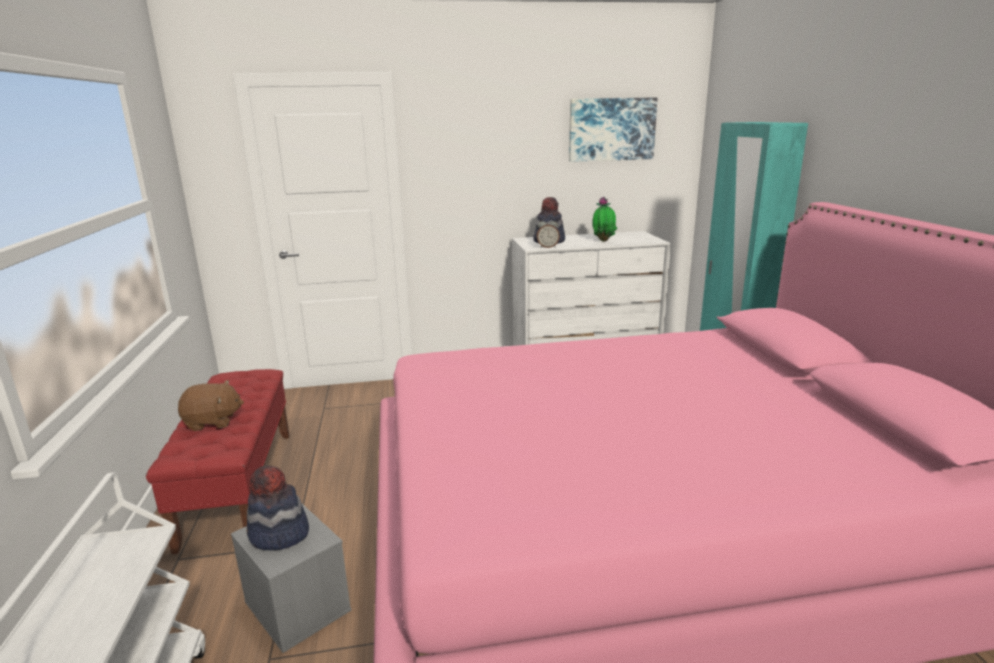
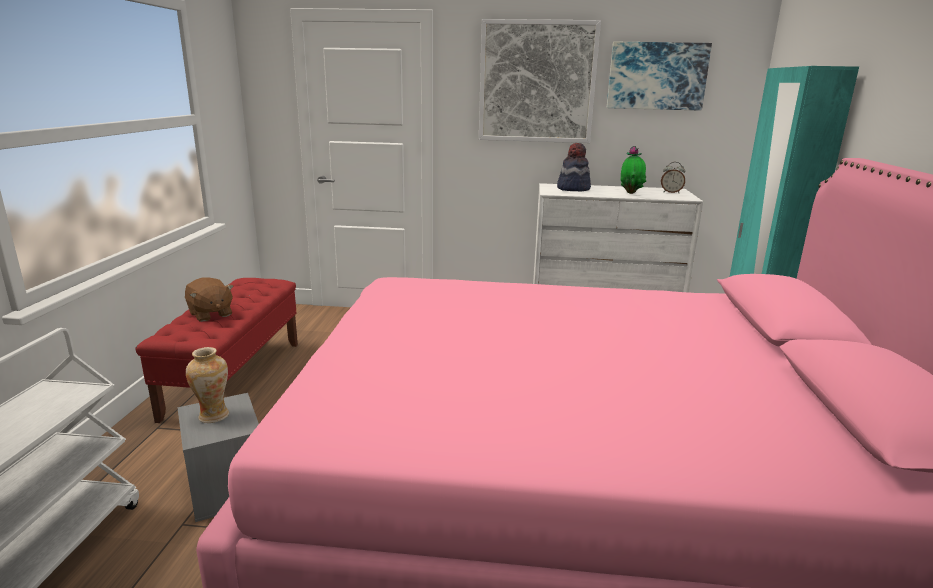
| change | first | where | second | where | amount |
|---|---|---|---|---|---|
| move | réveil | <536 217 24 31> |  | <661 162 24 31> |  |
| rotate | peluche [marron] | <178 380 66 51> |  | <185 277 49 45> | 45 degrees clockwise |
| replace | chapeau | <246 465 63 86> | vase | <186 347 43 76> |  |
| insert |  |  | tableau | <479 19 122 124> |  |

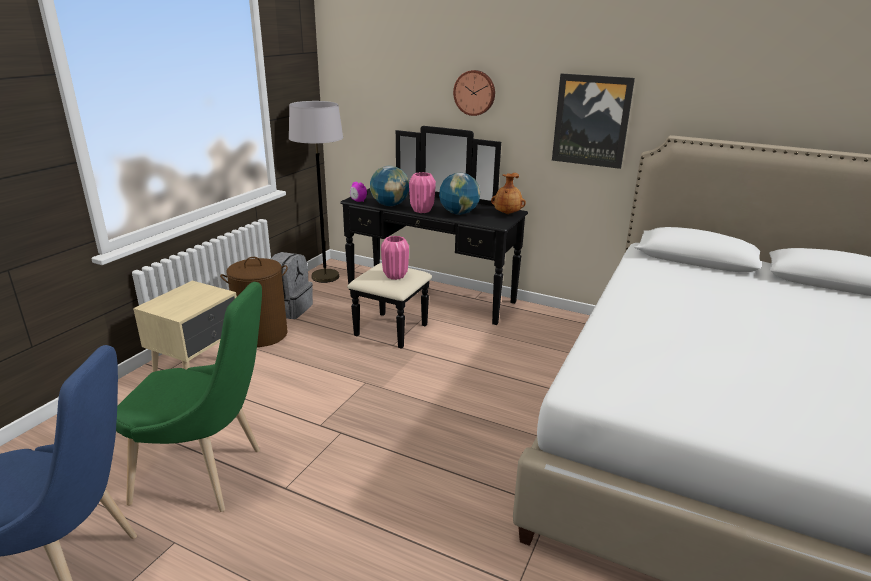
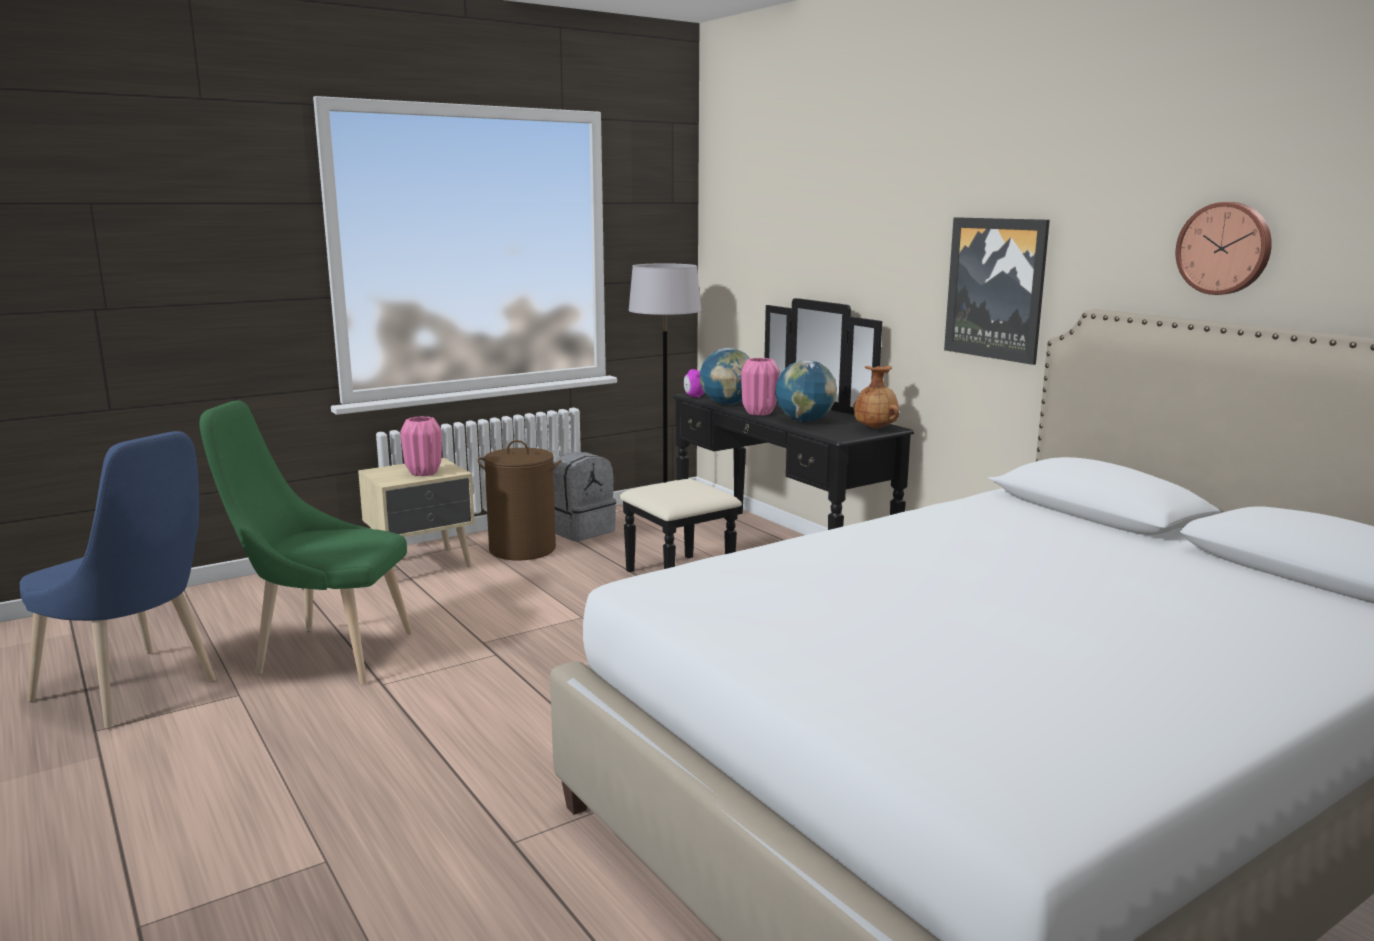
| change | first | where | second | where | amount |
|---|---|---|---|---|---|
| move | horloge murale | <453 70 42 46> |  | <1176 202 96 93> |  |
| move | vase [rose] | <381 236 28 44> |  | <400 416 42 60> |  |
| rotate | chaise [vert] | <116 282 146 230> |  | <199 400 213 284> | 150 degrees clockwise |

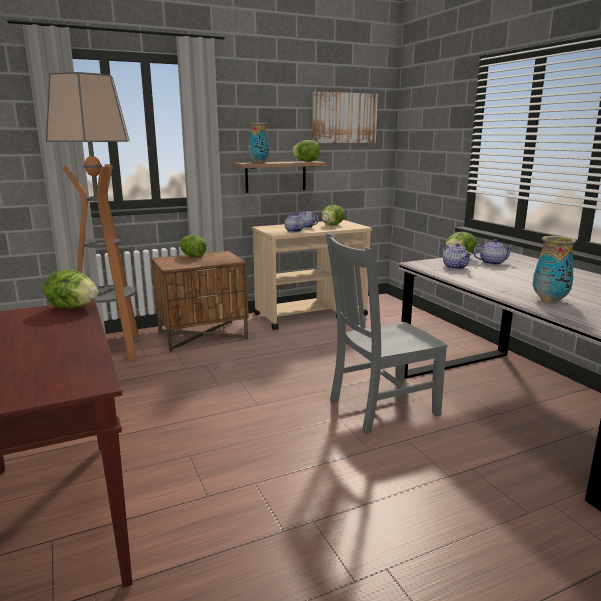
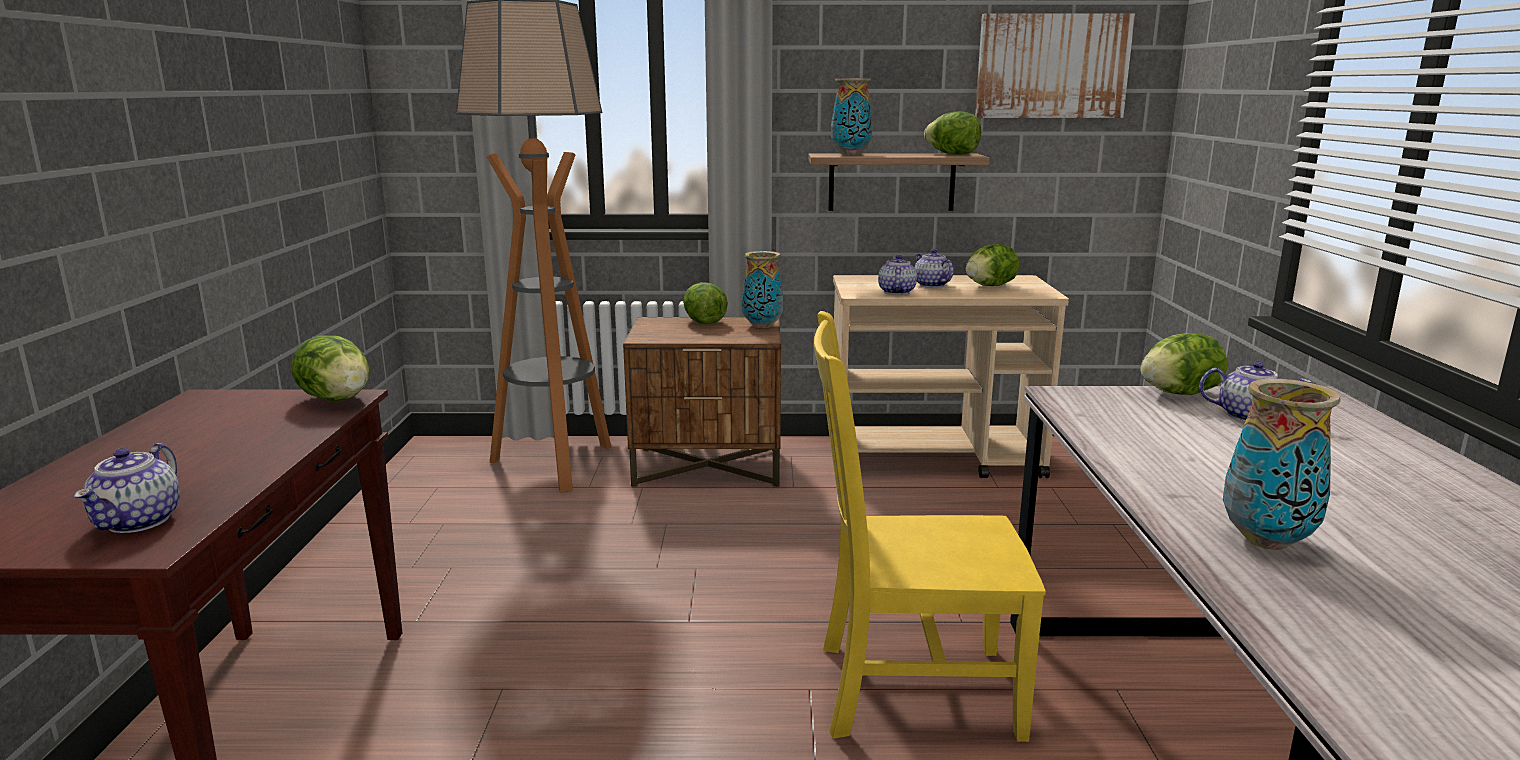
| change | first | where | second | where | amount |
|---|---|---|---|---|---|
| recolor | chaise [gris] | <326 233 122 201> | chaise [jaune] | <814 311 232 431> |  |
| move | théière | <442 243 30 26> |  | <74 443 106 90> |  |
| insert |  |  | vase | <742 251 41 77> |  |

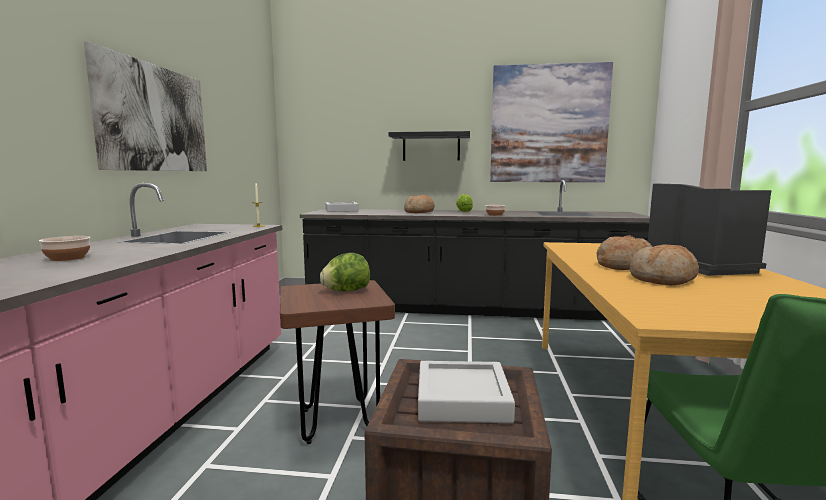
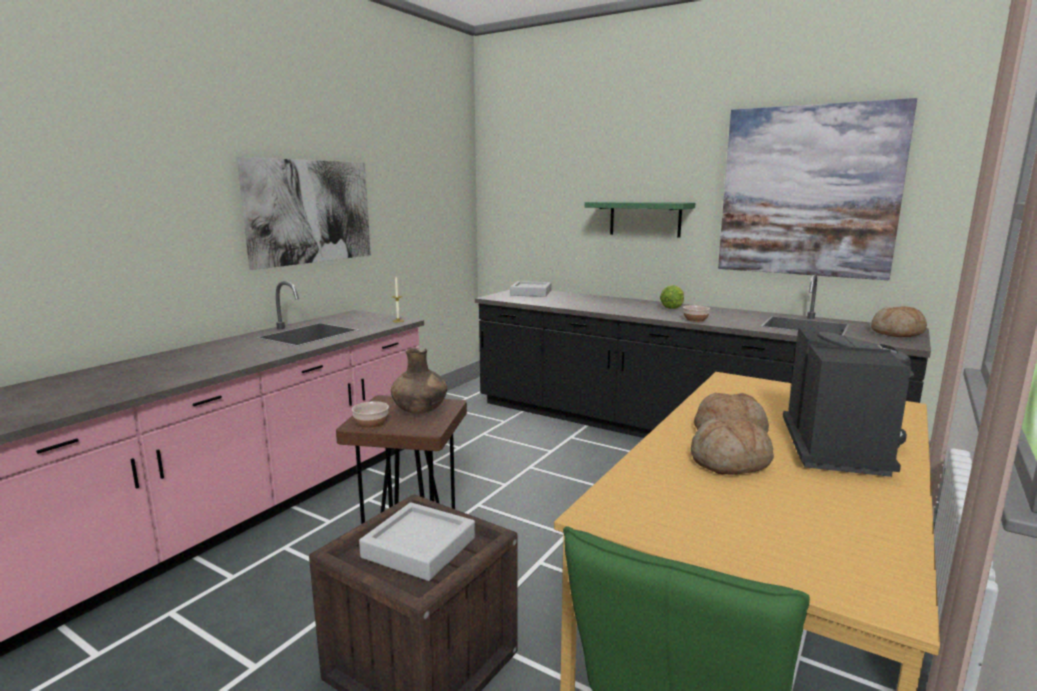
| change | first | where | second | where | amount |
|---|---|---|---|---|---|
| recolor | étagère [noir] | <389 131 81 30> | étagère [vert] | <585 201 110 37> |  |
| move | pain | <404 195 31 18> |  | <871 306 56 31> |  |
| move | bol | <39 236 51 25> |  | <352 401 37 28> |  |
| replace | laitue | <320 253 50 38> | vase [marron] | <391 348 56 66> |  |

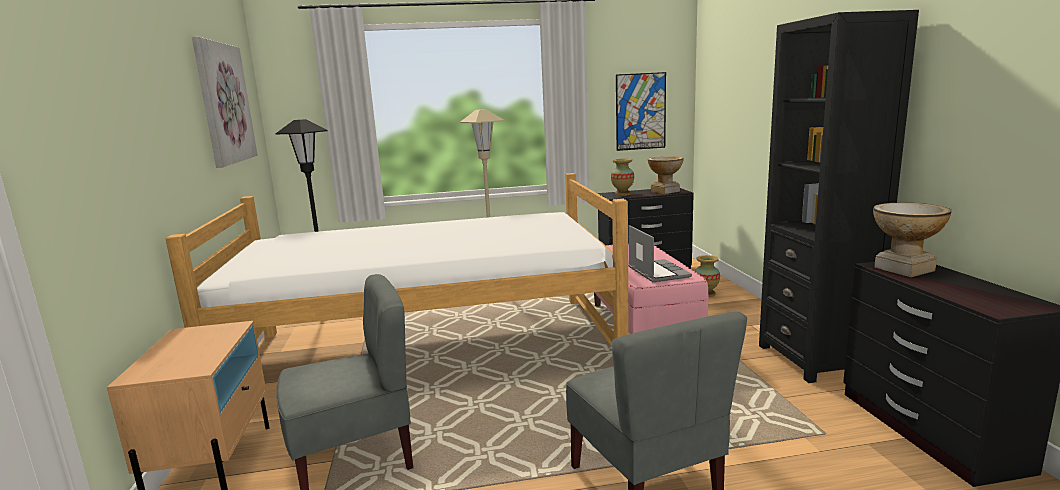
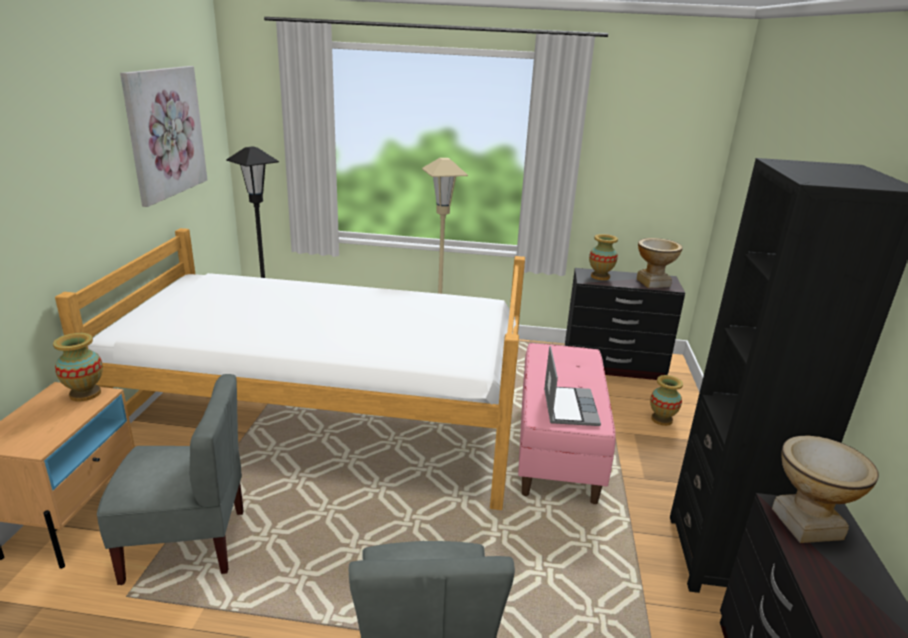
| change | first | where | second | where | amount |
|---|---|---|---|---|---|
| delete | tableau | <616 72 50 79> |  |  |  |
| insert |  |  | vase | <53 333 50 69> |  |

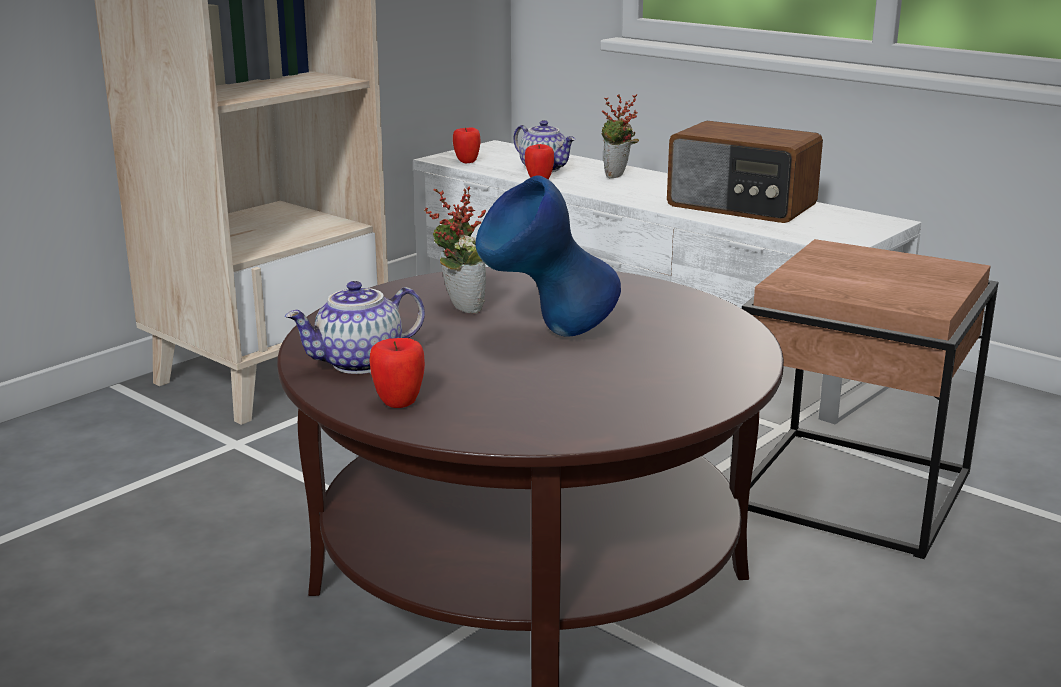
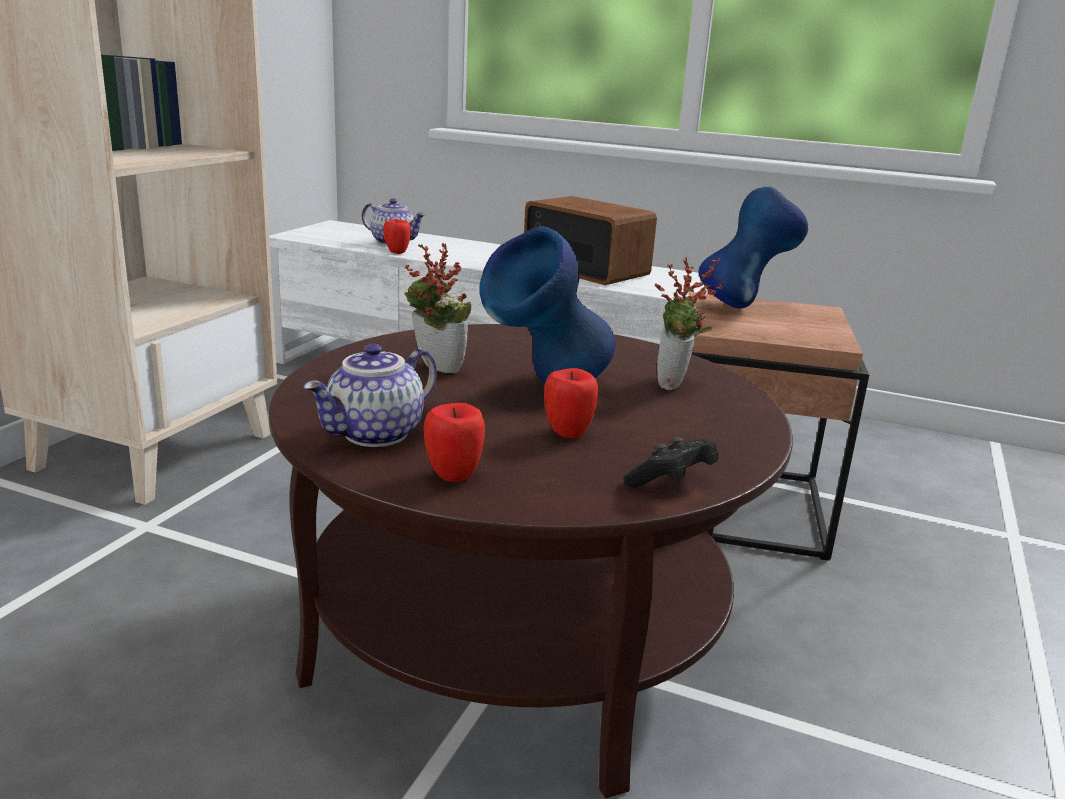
| change | first | where | second | where | amount |
|---|---|---|---|---|---|
| move | plante en pot | <601 94 38 84> |  | <655 257 68 133> |  |
| rotate | radio | <667 121 156 102> |  | <524 196 133 89> | 150 degrees counterclockwise |
| move | pomme | <453 128 27 35> |  | <544 368 54 70> |  |
| insert |  |  | vase [bleu] | <698 187 110 121> |  |
| insert |  |  | manette [noir] | <623 437 96 51> |  |

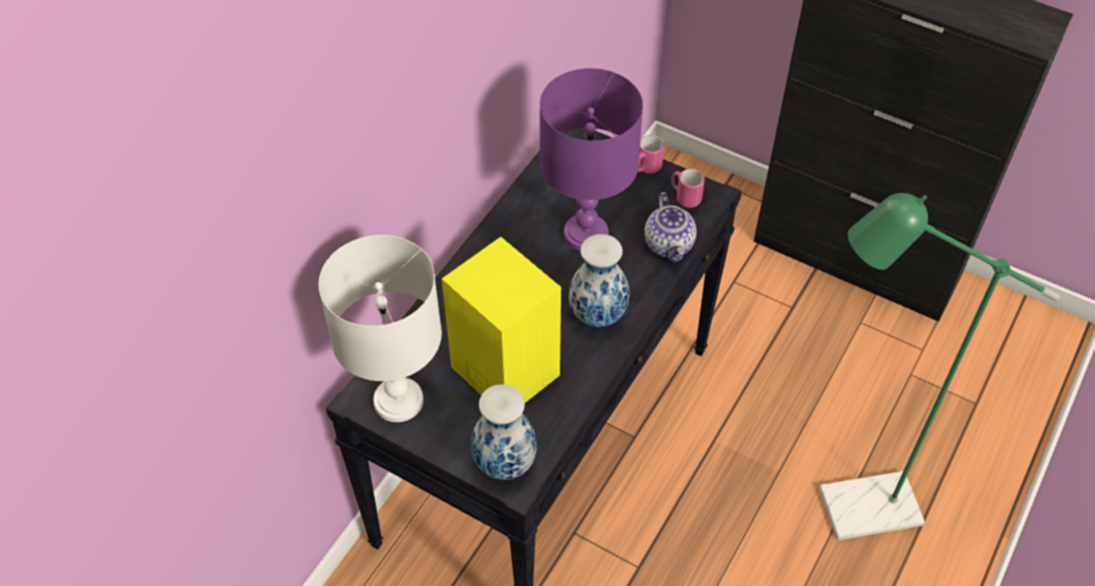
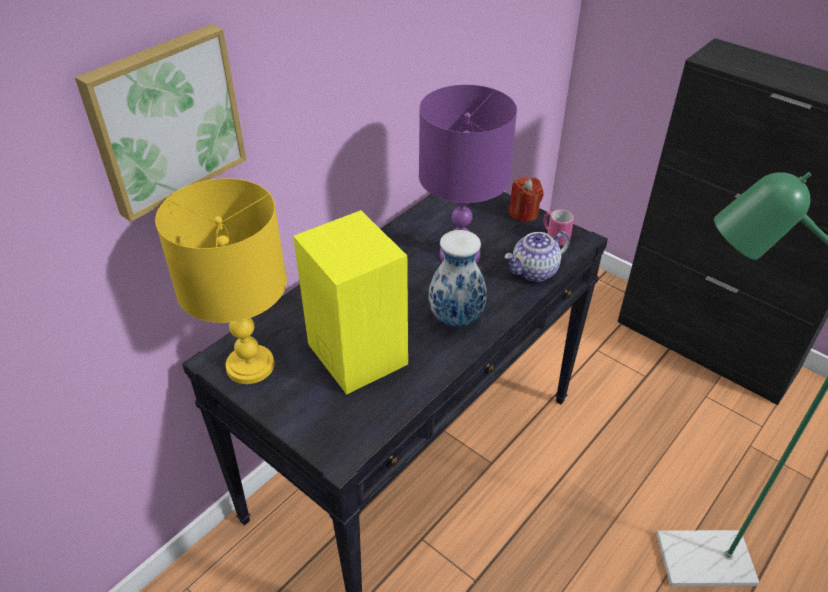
| change | first | where | second | where | amount |
|---|---|---|---|---|---|
| replace | mug [rose] | <638 135 26 39> | bougie [rouge] | <509 176 35 46> |  |
| rotate | théière | <644 192 53 70> |  | <504 231 66 51> | 60 degrees clockwise |
| recolor | lampe de table [blanc] | <318 235 124 187> | lampe de table [jaune] | <155 178 132 206> |  |
| delete | vase | <471 384 66 96> |  |  |  |
| insert |  |  | tableau | <75 24 171 198> |  |

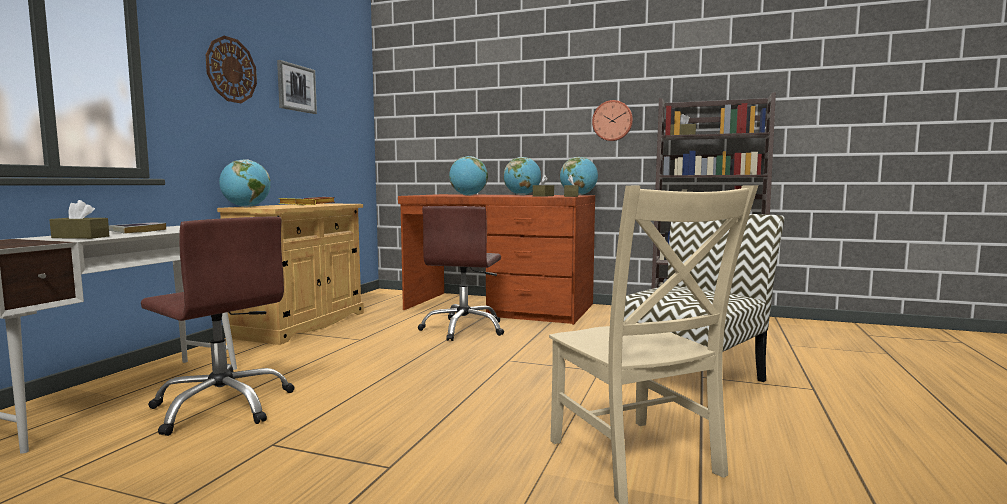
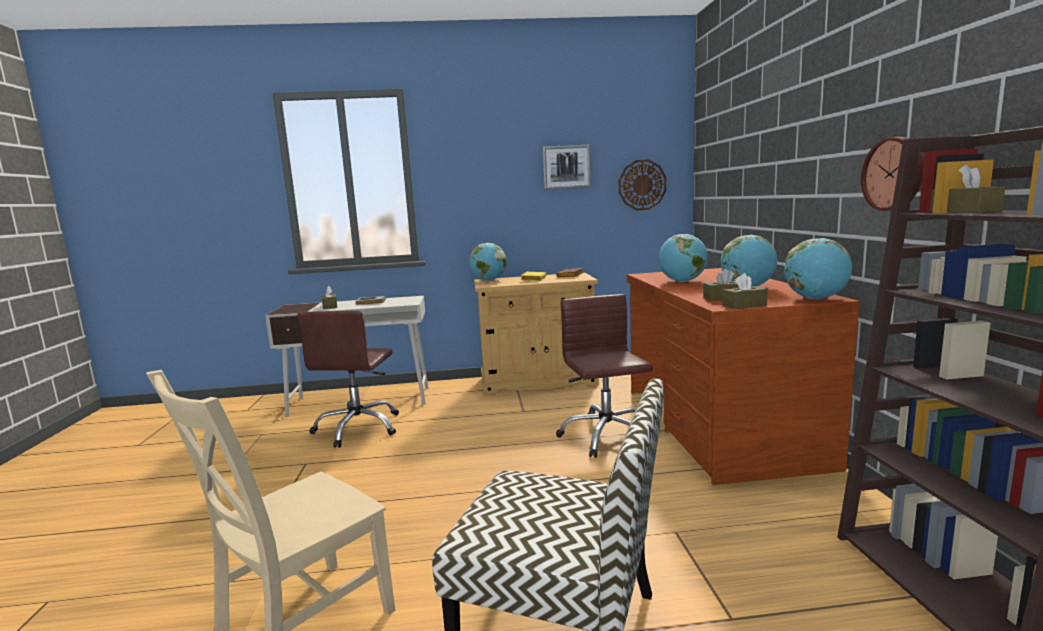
| change | first | where | second | where | amount |
|---|---|---|---|---|---|
| move | horloge murale | <206 36 51 67> |  | <619 160 48 50> |  |
| rotate | chaise de bureau [marron] | <418 206 86 135> |  | <556 294 97 164> | 90 degrees clockwise |

